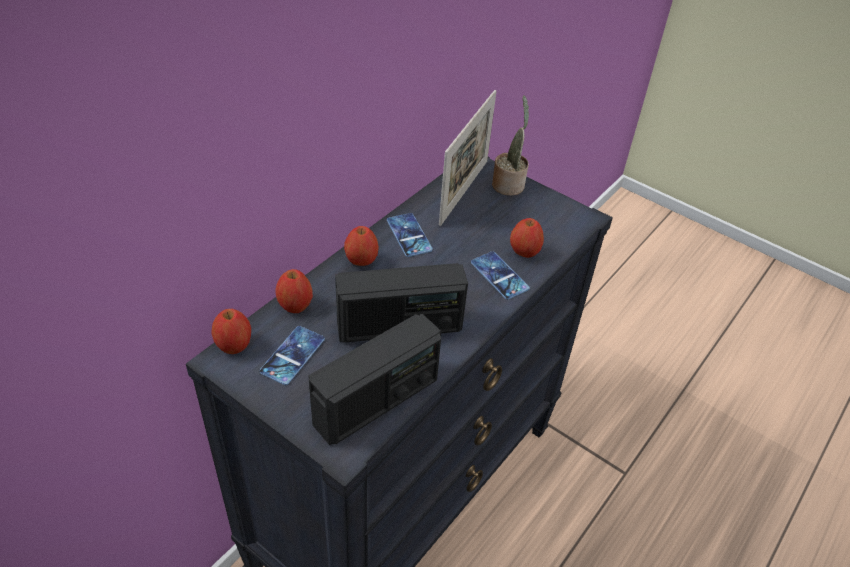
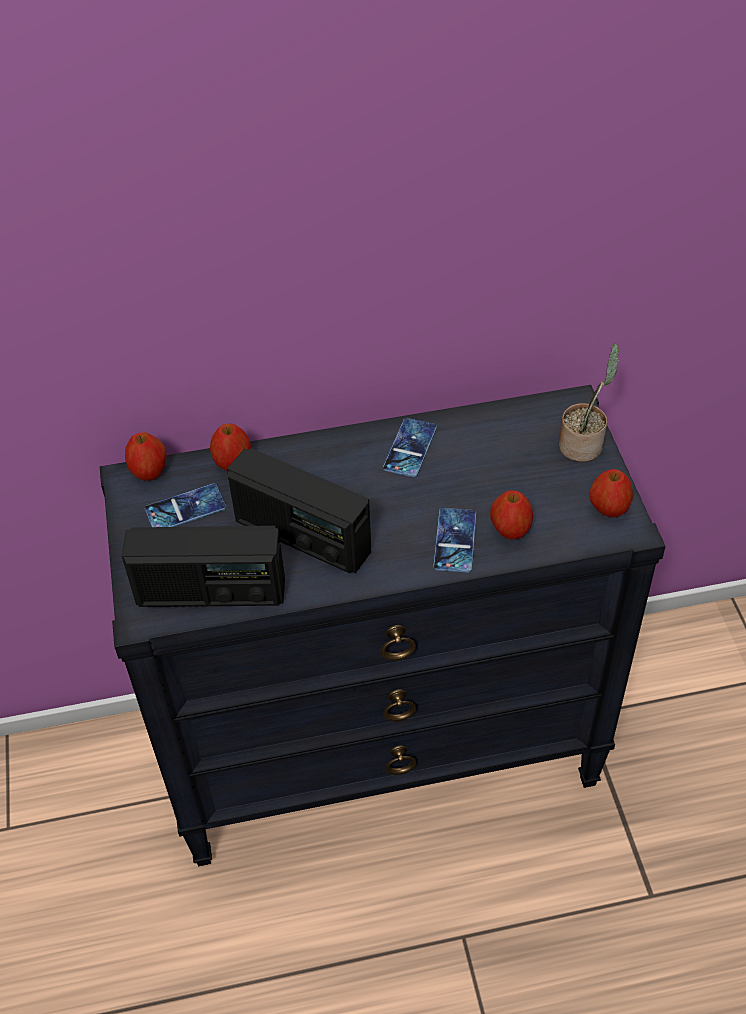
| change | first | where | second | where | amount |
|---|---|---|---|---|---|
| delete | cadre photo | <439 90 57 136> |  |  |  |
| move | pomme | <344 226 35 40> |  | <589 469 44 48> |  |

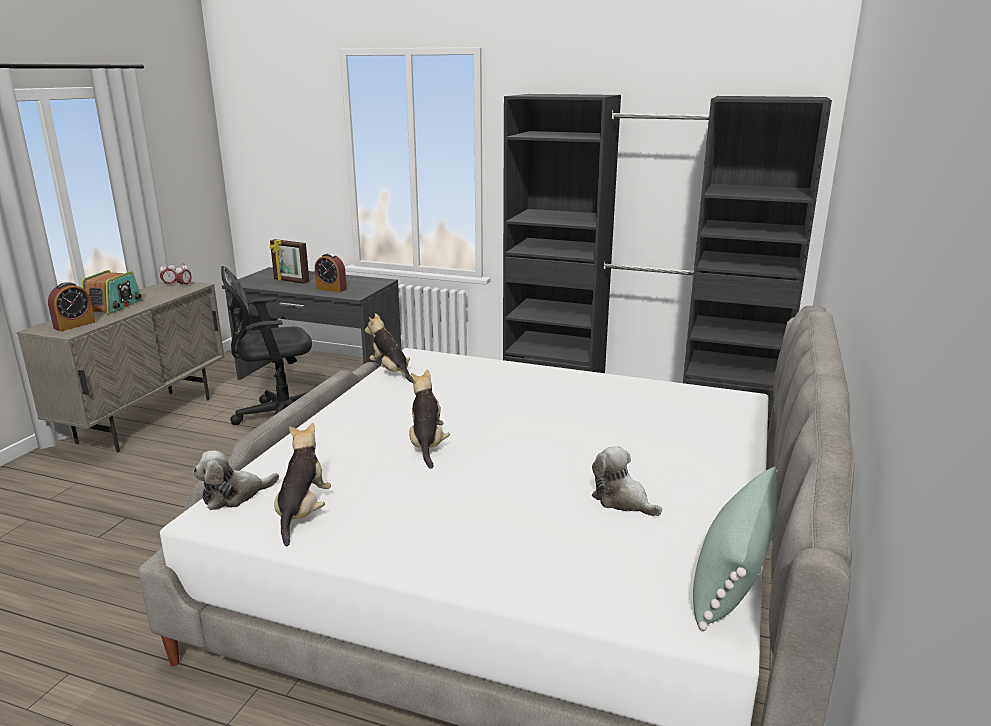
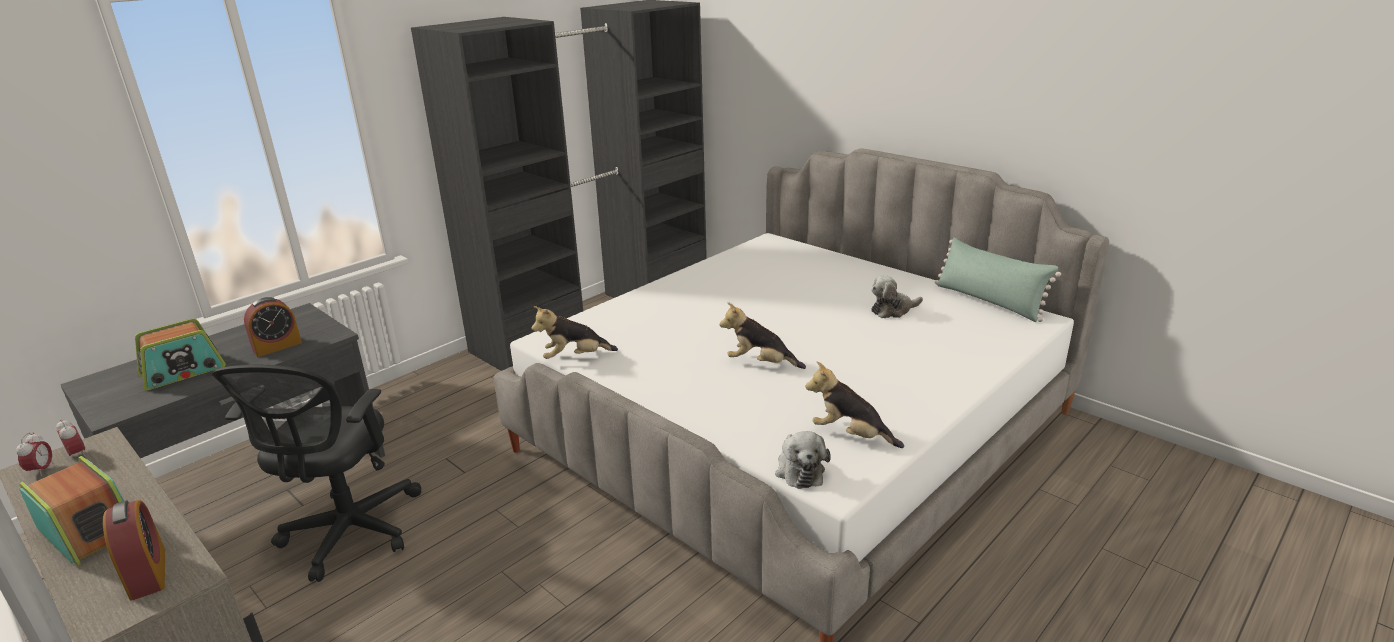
| change | first | where | second | where | amount |
|---|---|---|---|---|---|
| replace | cadre photo | <270 239 39 45> | radio | <135 318 91 72> |  |

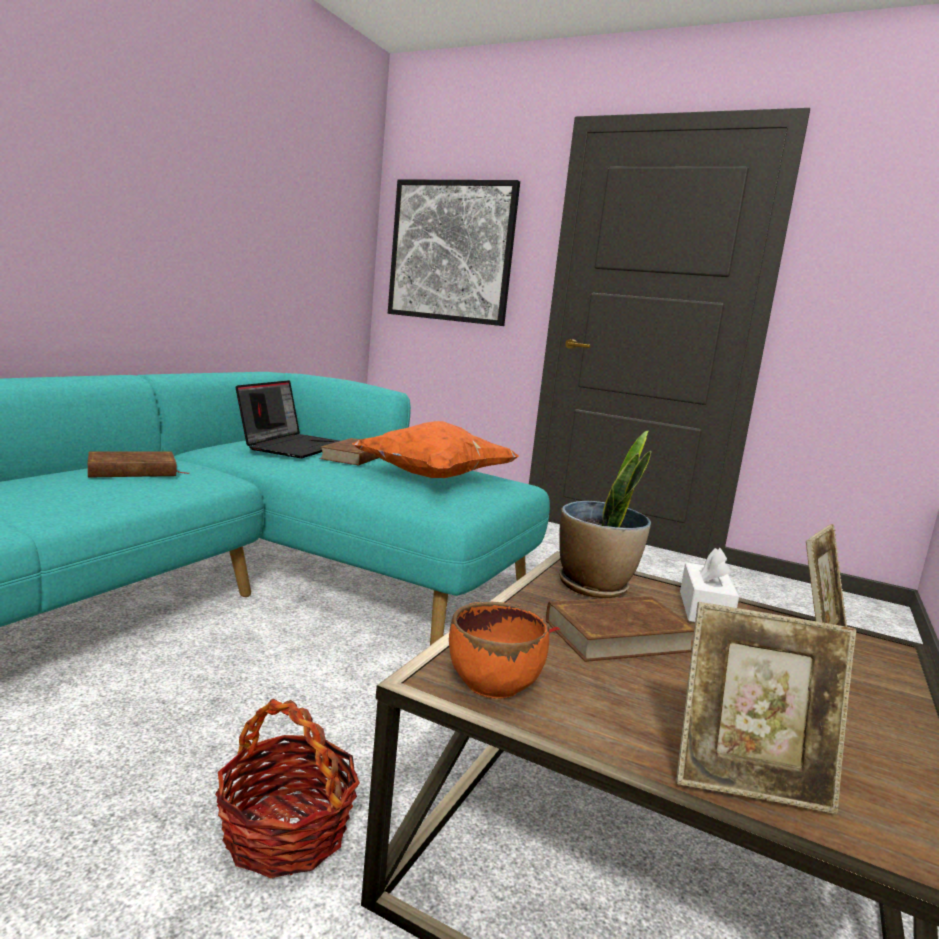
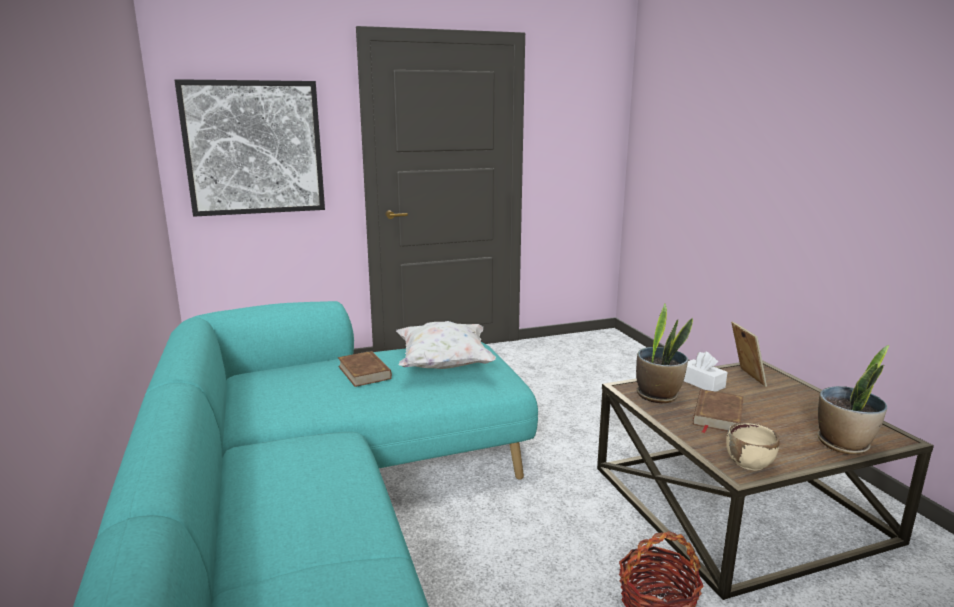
| change | first | where | second | where | amount |
|---|---|---|---|---|---|
| delete | ordinateur portable | <235 380 104 78> |  |  |  |
| recolor | coussin [orange] | <352 421 168 57> | coussin [blanc] | <396 321 100 48> |  |
| delete | livre [marron] | <88 451 102 26> |  |  |  |
| recolor | bol [orange] | <449 602 100 97> | bol [beige] | <726 422 53 48> |  |
| replace | cadre photo | <676 602 180 212> | plante en pot | <818 345 71 109> |  |

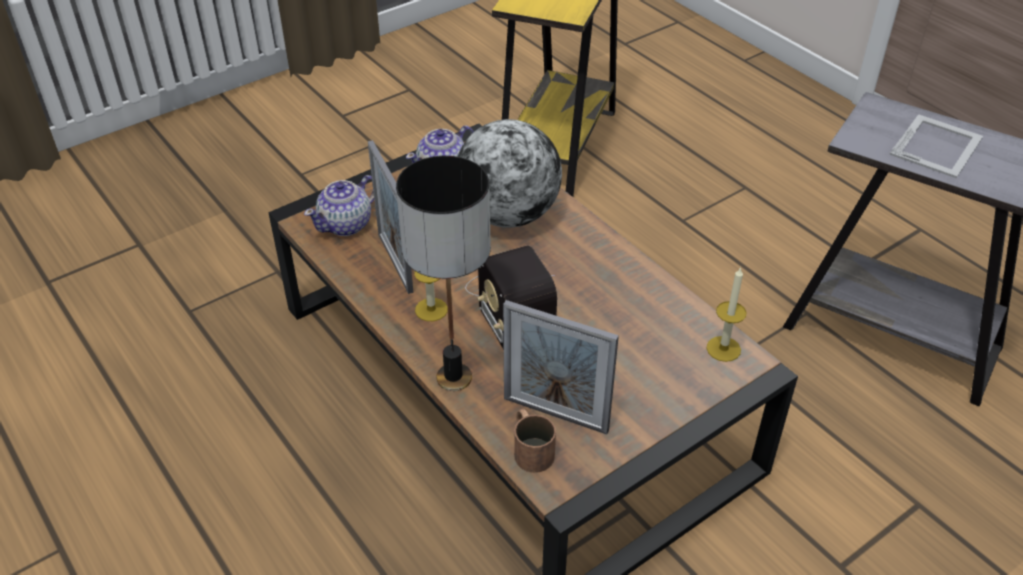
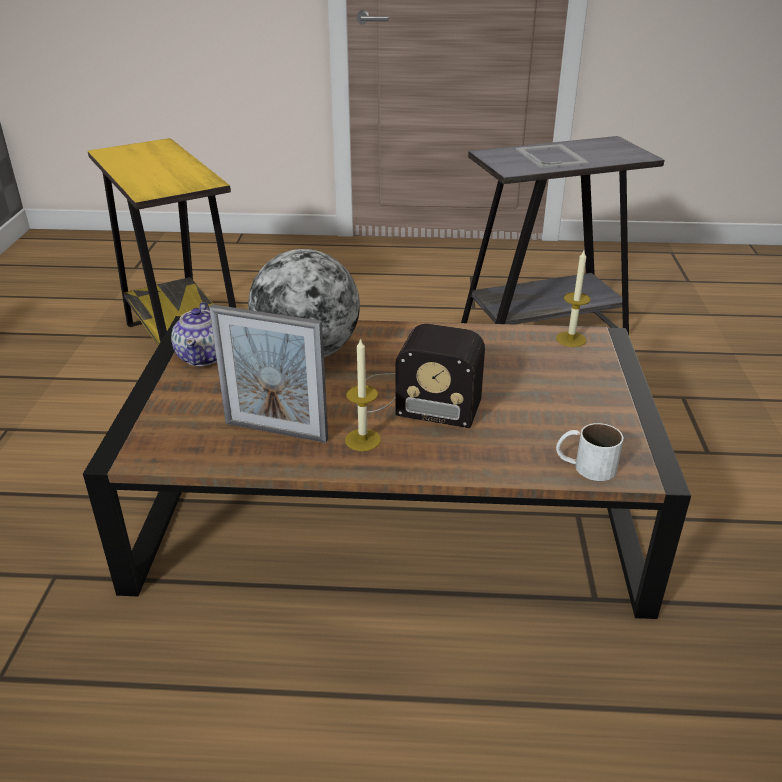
| change | first | where | second | where | amount |
|---|---|---|---|---|---|
| delete | lampe de table | <396 156 95 235> |  |  |  |
| delete | théière | <304 175 70 61> |  |  |  |
| delete | cadre photo | <503 300 116 135> |  |  |  |
| recolor | mug [marron] | <514 409 42 64> | mug [blanc] | <556 423 68 58> |  |

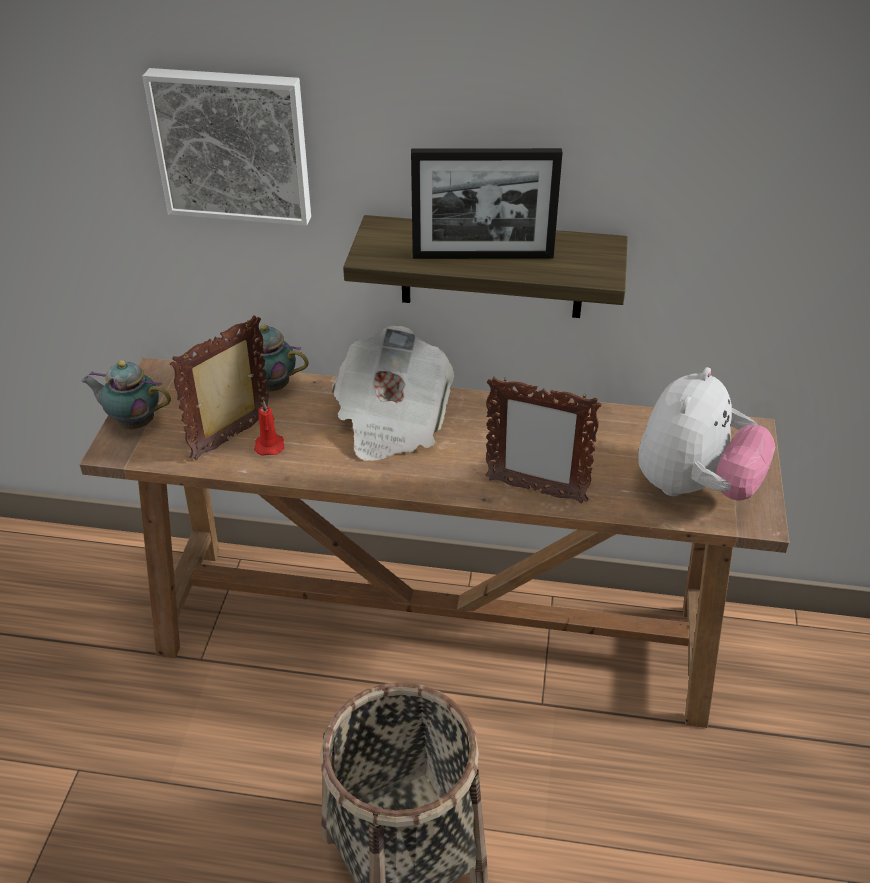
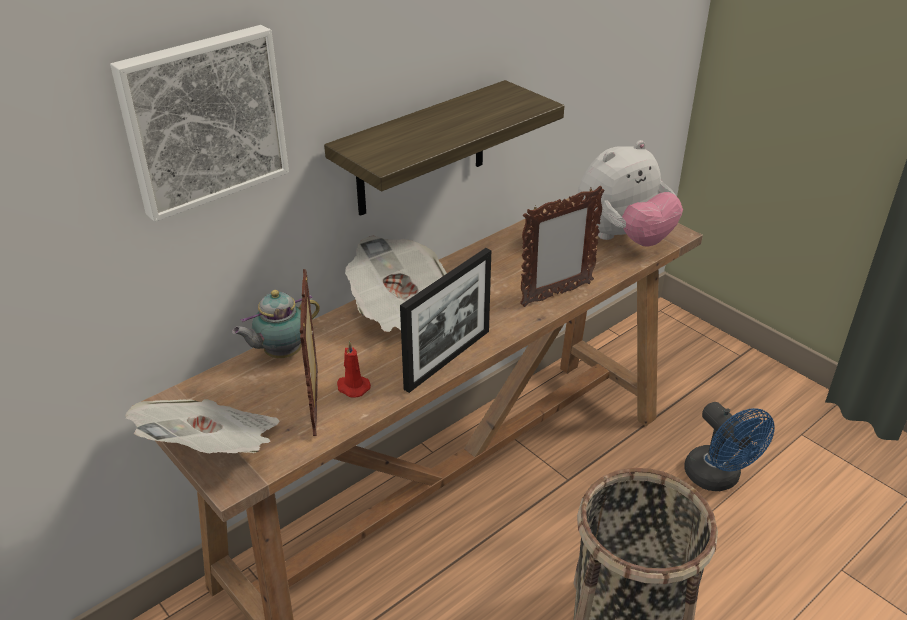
| change | first | where | second | where | amount |
|---|---|---|---|---|---|
| move | cadre photo | <411 148 152 111> |  | <400 248 91 145> |  |
| replace | théière | <81 360 90 69> | journal | <126 399 154 54> |  |
| rotate | peluche | <638 367 137 134> |  | <578 140 105 107> | 75 degrees clockwise |
| insert |  |  | ventilateur [bleu] | <684 402 91 89> |  |

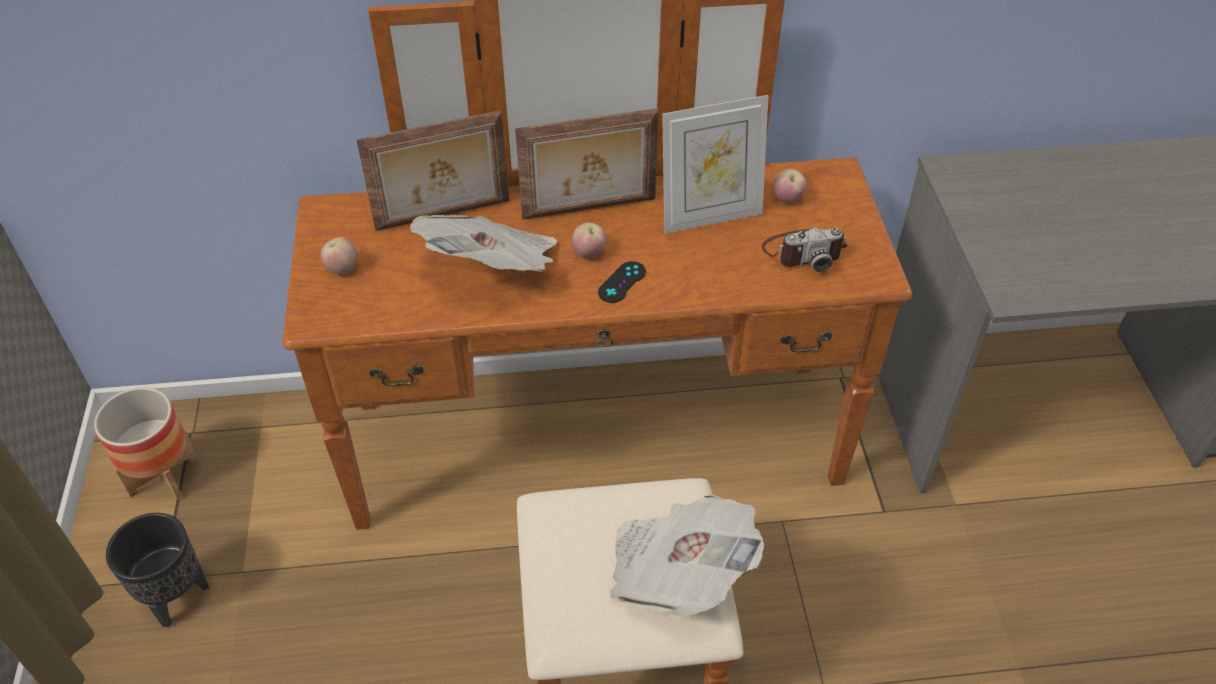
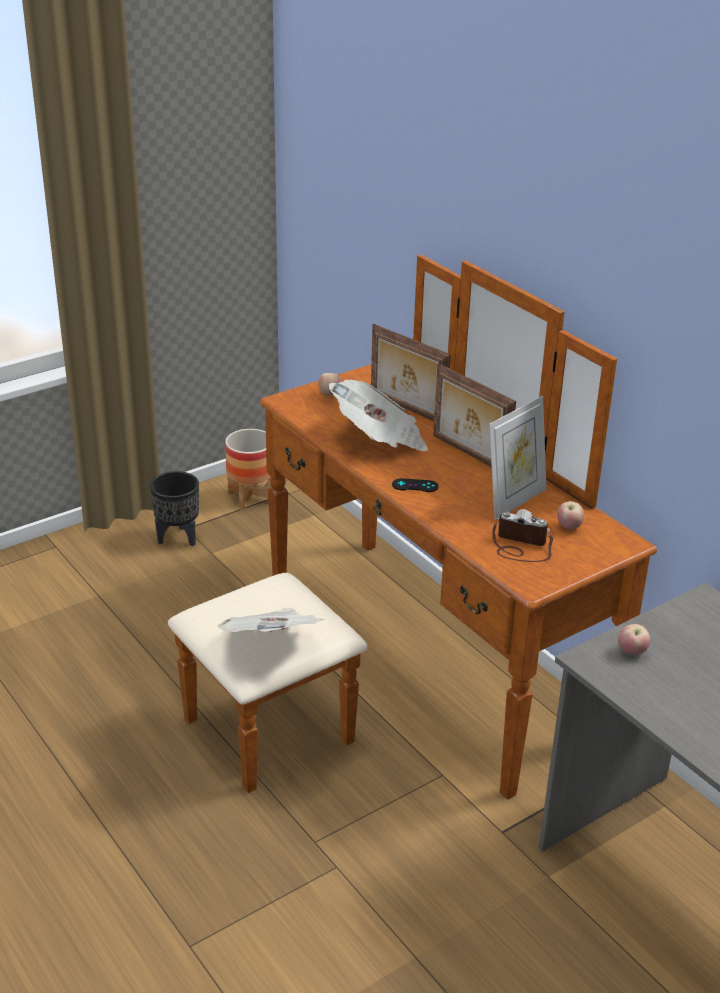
| change | first | where | second | where | amount |
|---|---|---|---|---|---|
| rotate | cadre photo | <662 95 106 139> |  | <489 396 58 124> | 90 degrees counterclockwise |
| move | pomme | <571 222 35 36> |  | <618 624 32 31> |  |
| rotate | appareil photo | <762 227 85 45> |  | <493 509 60 53> | 150 degrees clockwise |

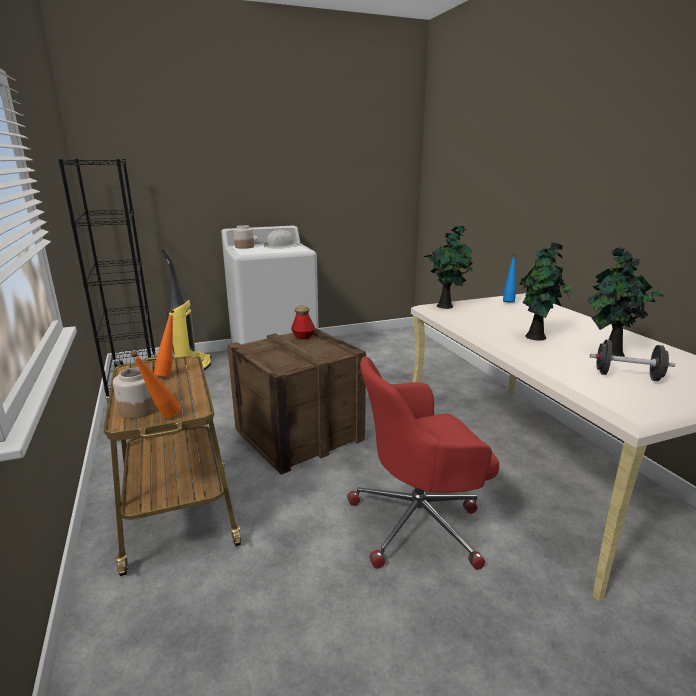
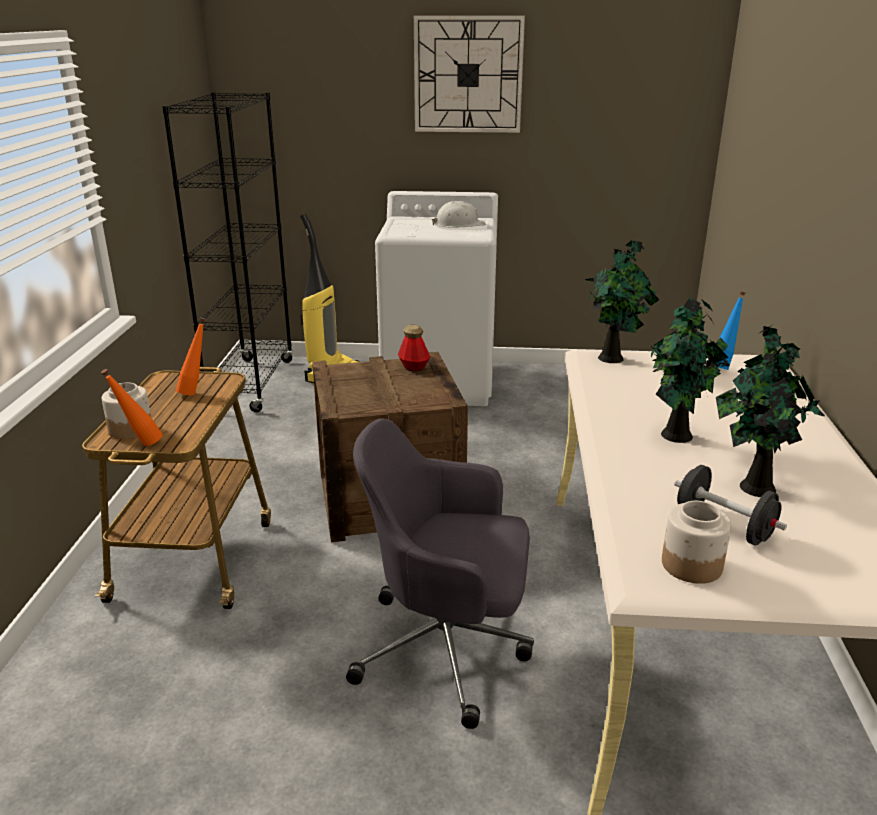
| change | first | where | second | where | amount |
|---|---|---|---|---|---|
| move | bocal | <234 225 20 24> |  | <662 501 69 83> |  |
| recolor | chaise de bureau [rouge] | <347 357 152 213> | chaise de bureau [gris] | <346 418 188 311> |  |
| insert |  |  | horloge murale | <414 15 111 118> |  |

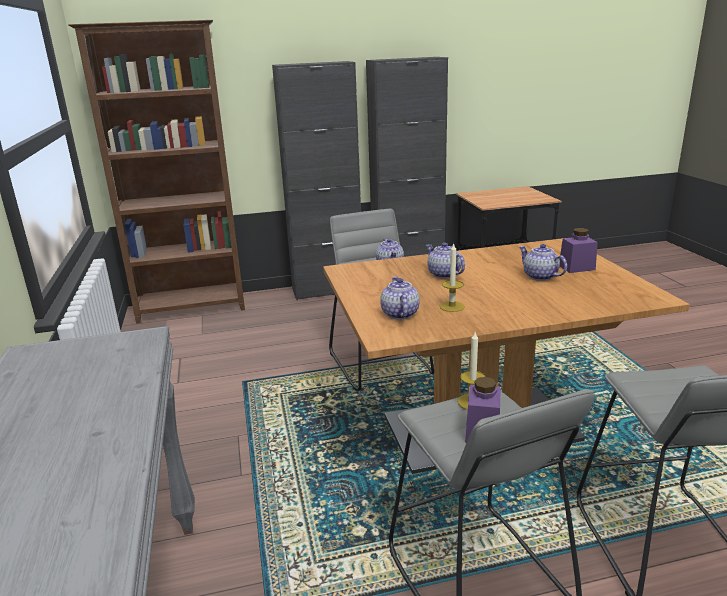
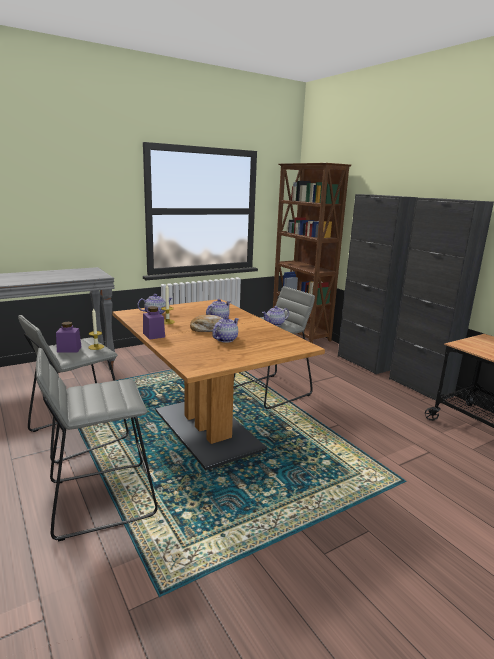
| change | first | where | second | where | amount |
|---|---|---|---|---|---|
| move | bocal [violet] | <560 228 38 45> |  | <143 306 22 34> |  |
| insert |  |  | pain | <190 315 34 17> |  |

